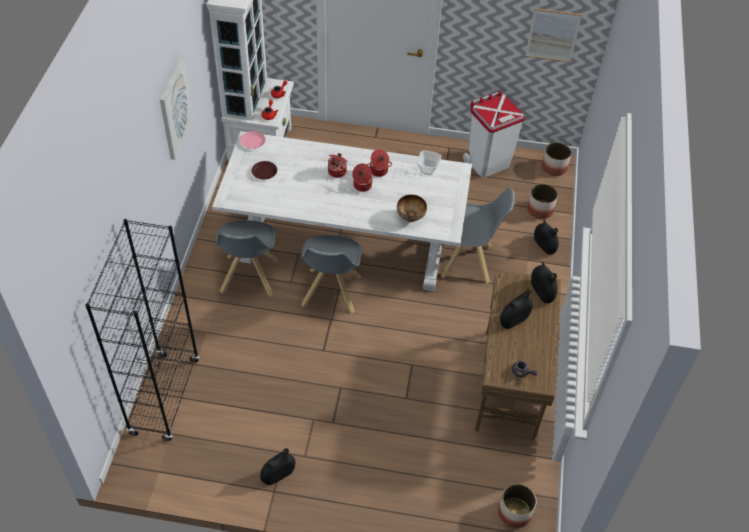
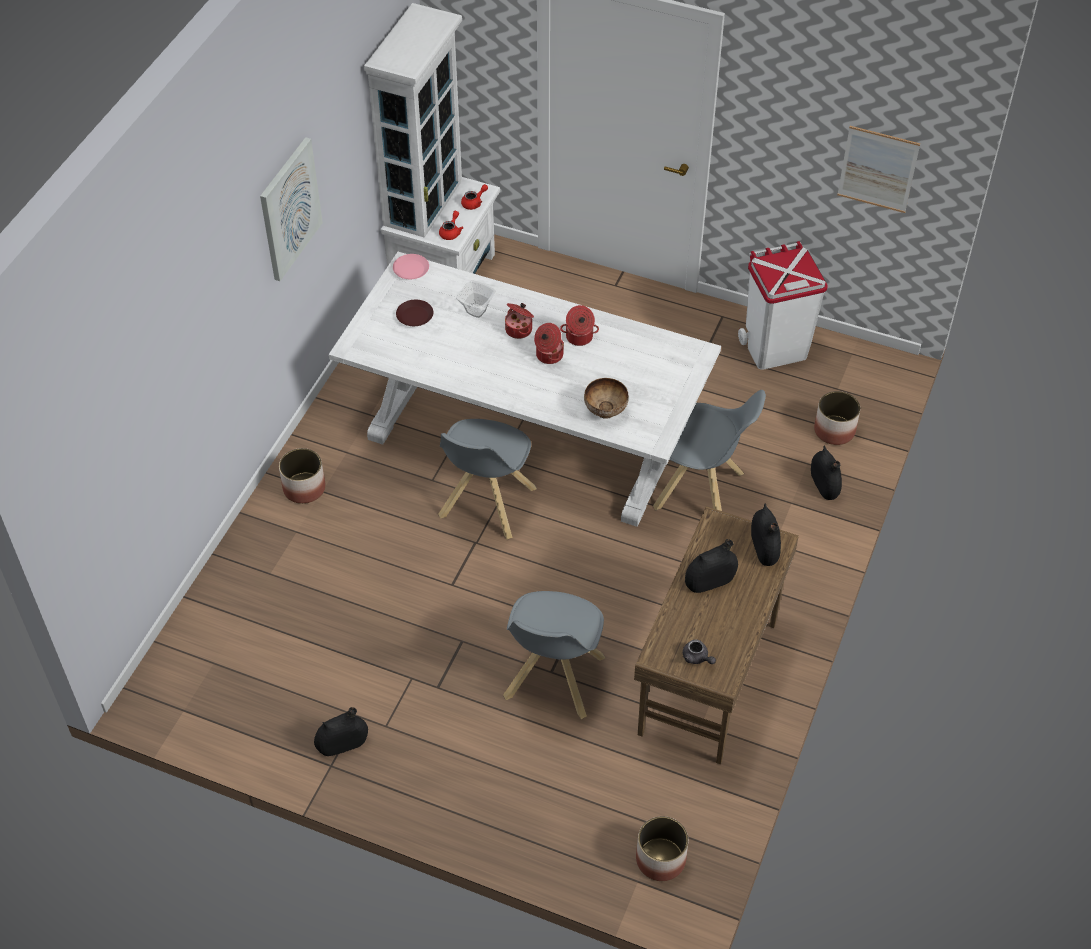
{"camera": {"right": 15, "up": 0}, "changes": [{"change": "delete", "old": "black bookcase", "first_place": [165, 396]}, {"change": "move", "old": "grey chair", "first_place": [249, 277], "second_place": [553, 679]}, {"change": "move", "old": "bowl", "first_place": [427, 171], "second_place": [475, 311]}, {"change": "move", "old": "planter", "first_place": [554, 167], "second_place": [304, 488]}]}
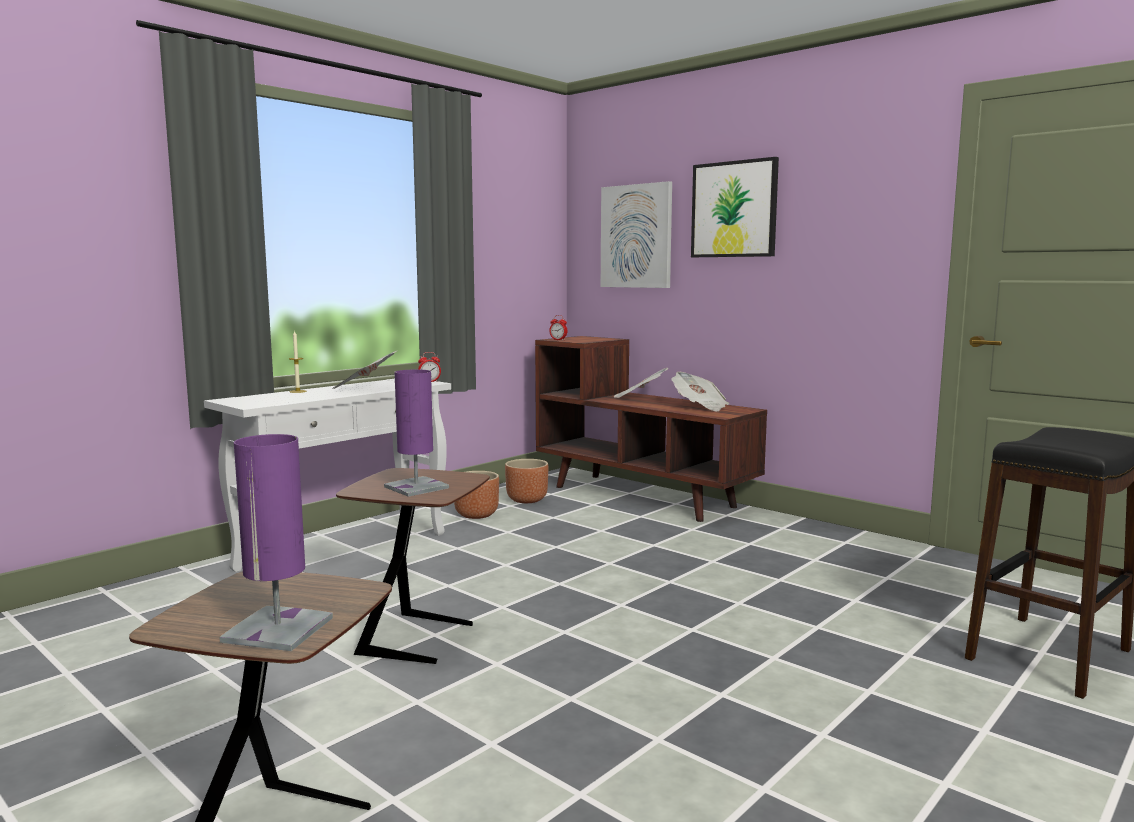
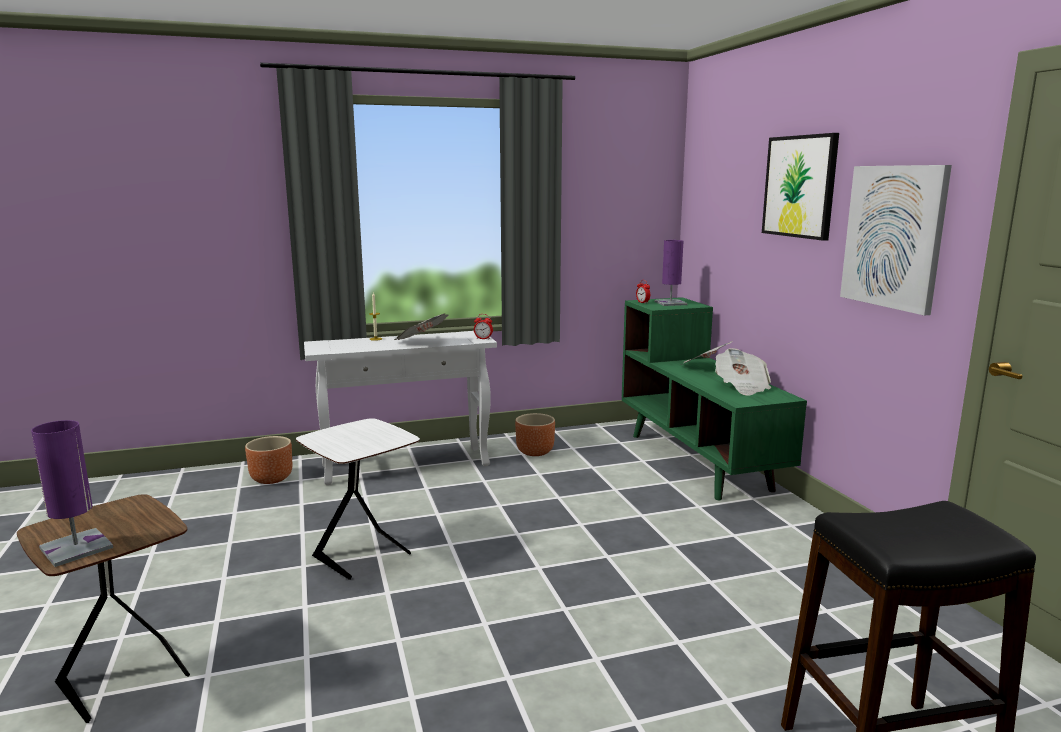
{"camera": {"right": 30, "up": 5}, "changes": [{"change": "move", "old": "purple table lamp", "first_place": [416, 487], "second_place": [670, 303]}, {"change": "move", "old": "brown planter", "first_place": [527, 500], "second_place": [272, 479]}, {"change": "move", "old": "picture", "first_place": [636, 236], "second_place": [893, 237]}, {"change": "recolor", "old": "brown side table", "new": "white side table", "first_place": [420, 639], "second_place": [365, 555]}, {"change": "recolor", "old": "brown tv stand", "new": "green tv stand", "first_place": [644, 496], "second_place": [699, 461]}]}
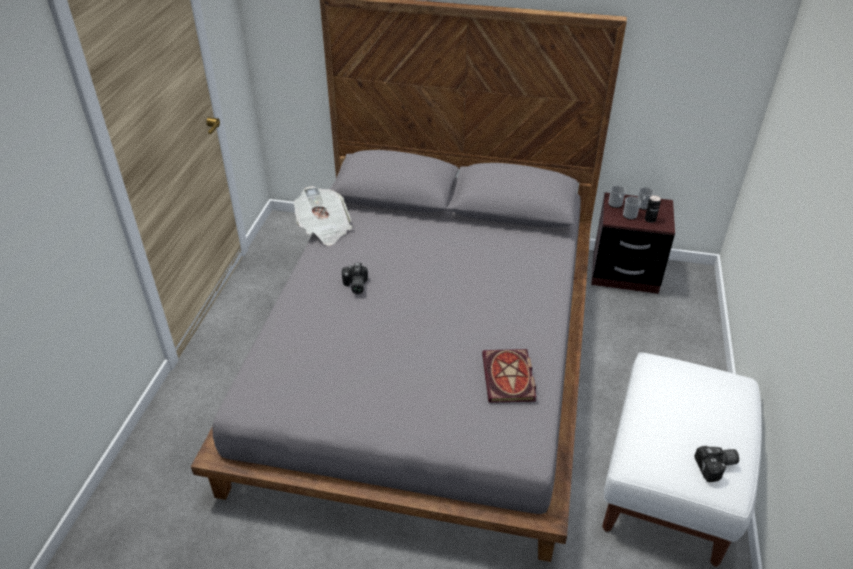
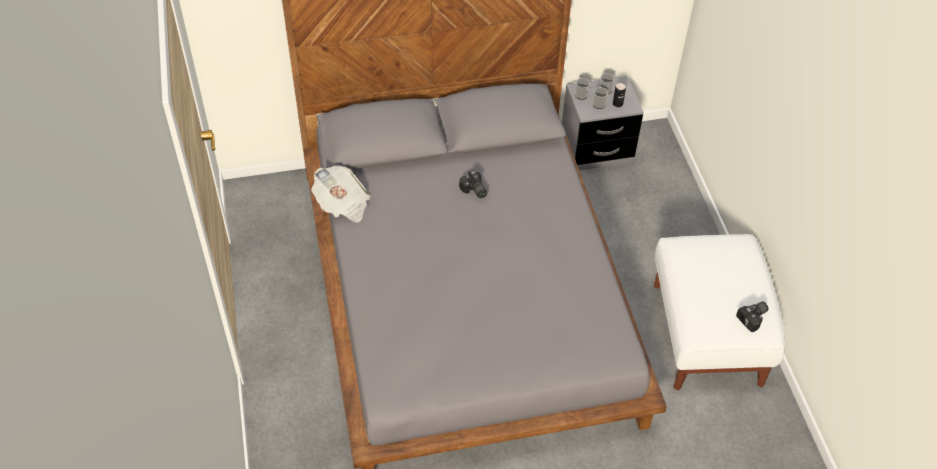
{"camera": {"right": -25, "up": 10}, "changes": [{"change": "delete", "old": "book", "first_place": [510, 379]}, {"change": "move", "old": "photo camera", "first_place": [354, 285], "second_place": [473, 191]}, {"change": "recolor", "old": "brown nightstand", "new": "grey nightstand", "first_place": [624, 273], "second_place": [596, 150]}]}
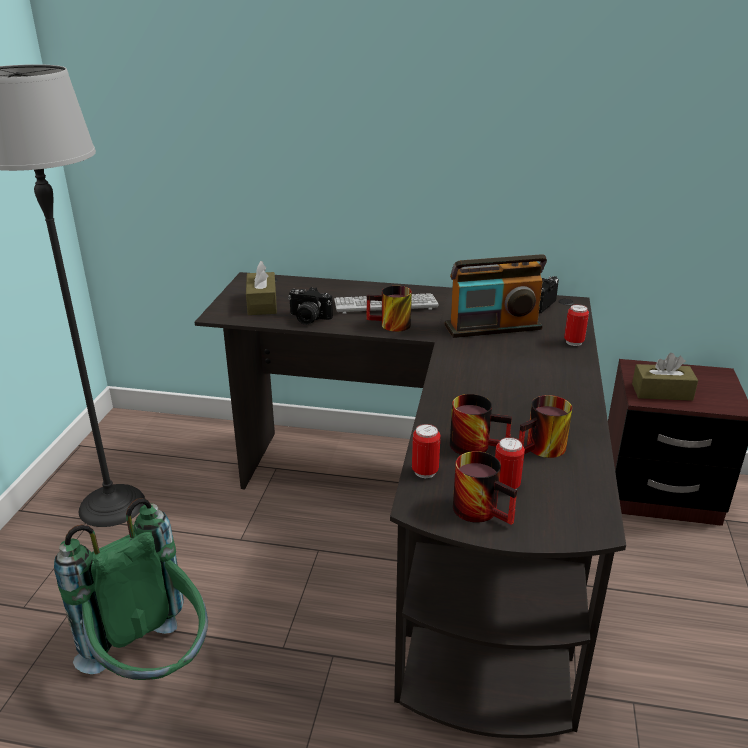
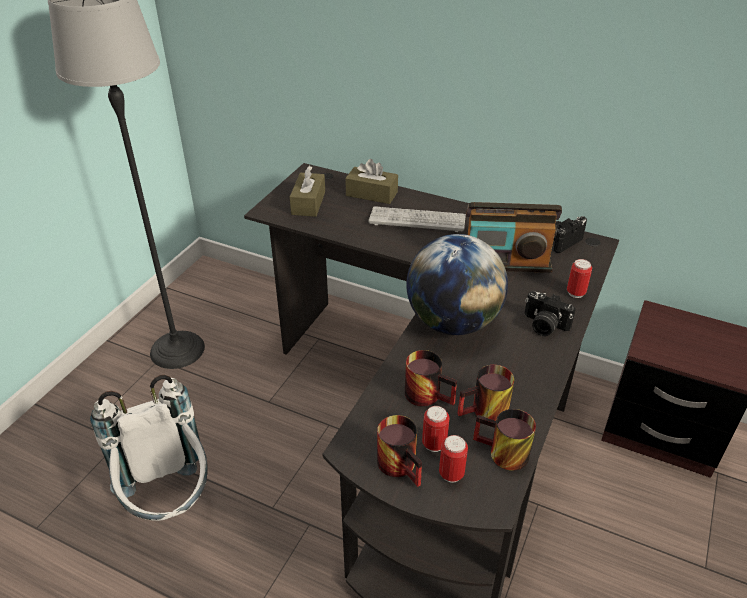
{"camera": {"right": 15, "up": 10}, "changes": [{"change": "insert", "new": "globe", "second_place": [452, 322]}, {"change": "move", "old": "photo camera", "first_place": [308, 319], "second_place": [544, 325]}, {"change": "move", "old": "mug", "first_place": [390, 325], "second_place": [501, 455]}, {"change": "move", "old": "can", "first_place": [425, 472], "second_place": [451, 474]}, {"change": "move", "old": "brown tissue box", "first_place": [662, 392], "second_place": [371, 194]}, {"change": "recolor", "old": "green backpack", "new": "white backpack", "first_place": [154, 668], "second_place": [169, 502]}]}
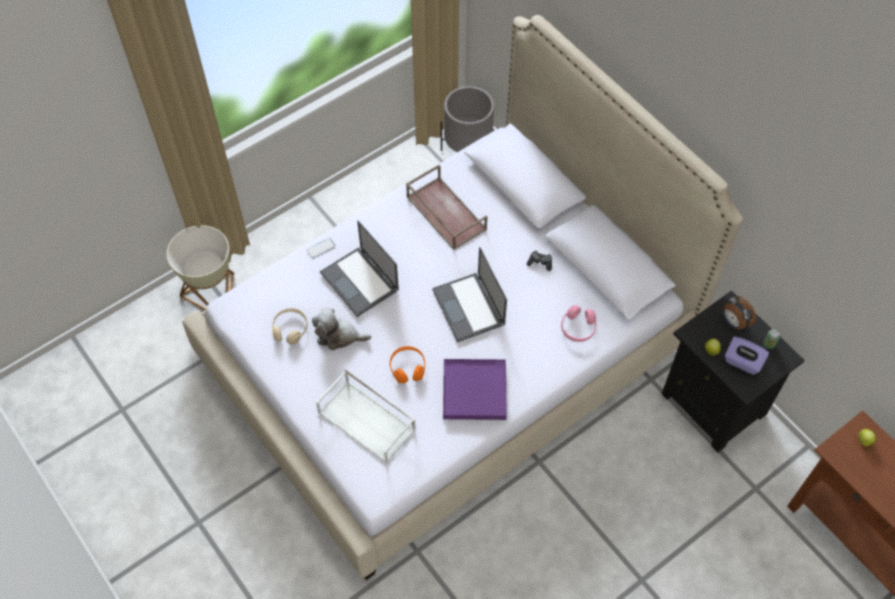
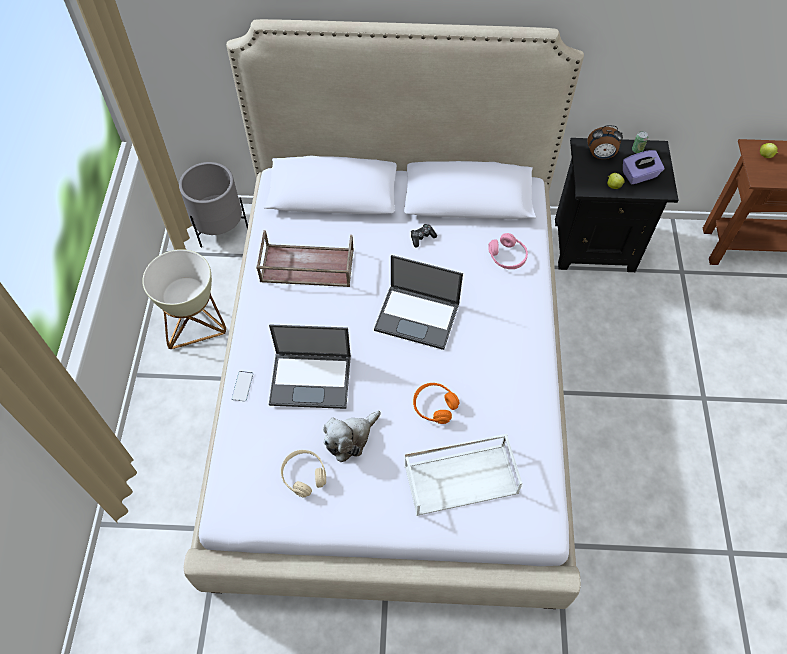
{"camera": {"right": -50, "up": 0}, "changes": [{"change": "delete", "old": "purple tray", "first_place": [474, 391]}, {"change": "move", "old": "planter", "first_place": [213, 297], "second_place": [196, 327]}]}
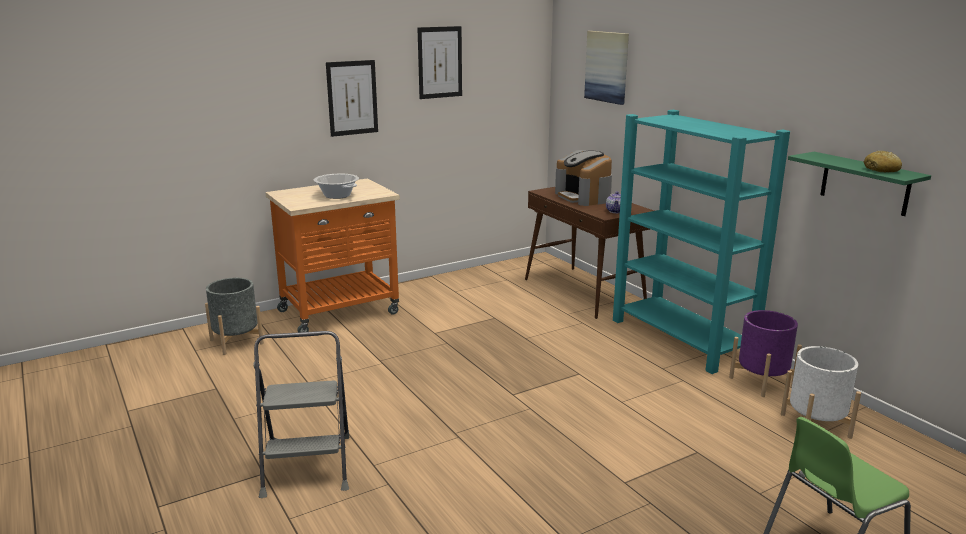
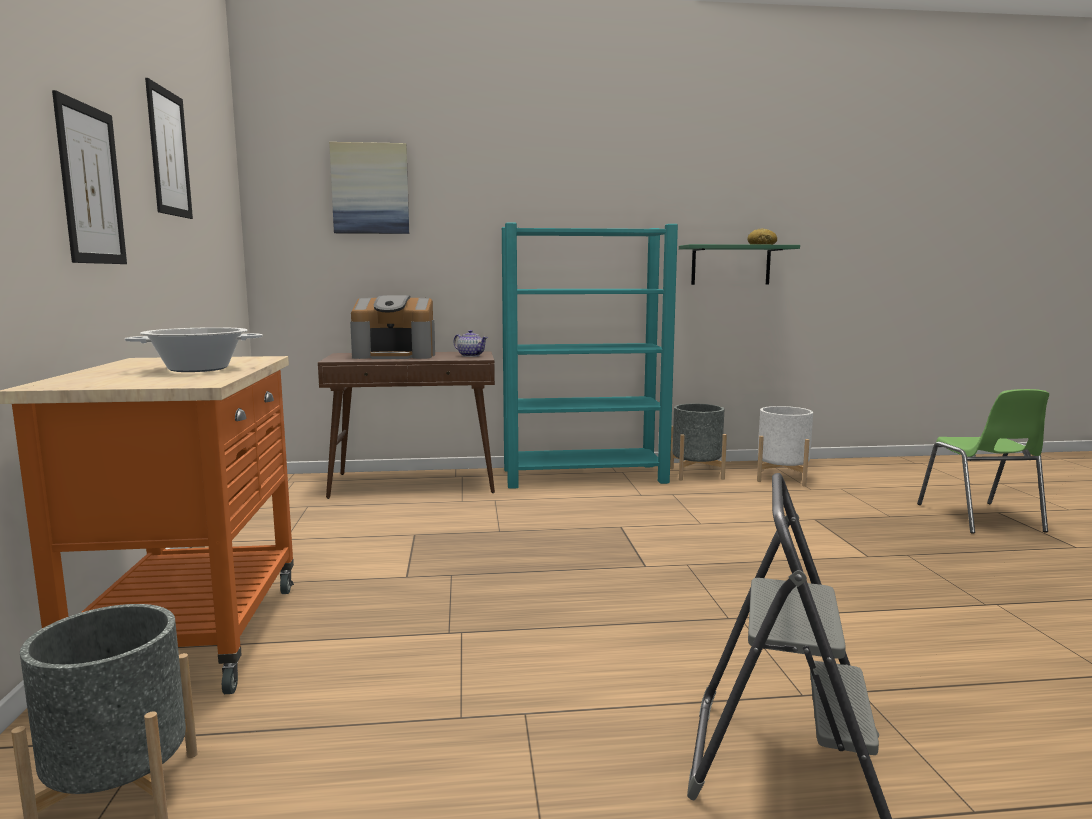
{"camera": {"right": -65, "up": -10}, "changes": [{"change": "recolor", "old": "purple planter", "new": "grey planter", "first_place": [761, 382], "second_place": [696, 473]}]}
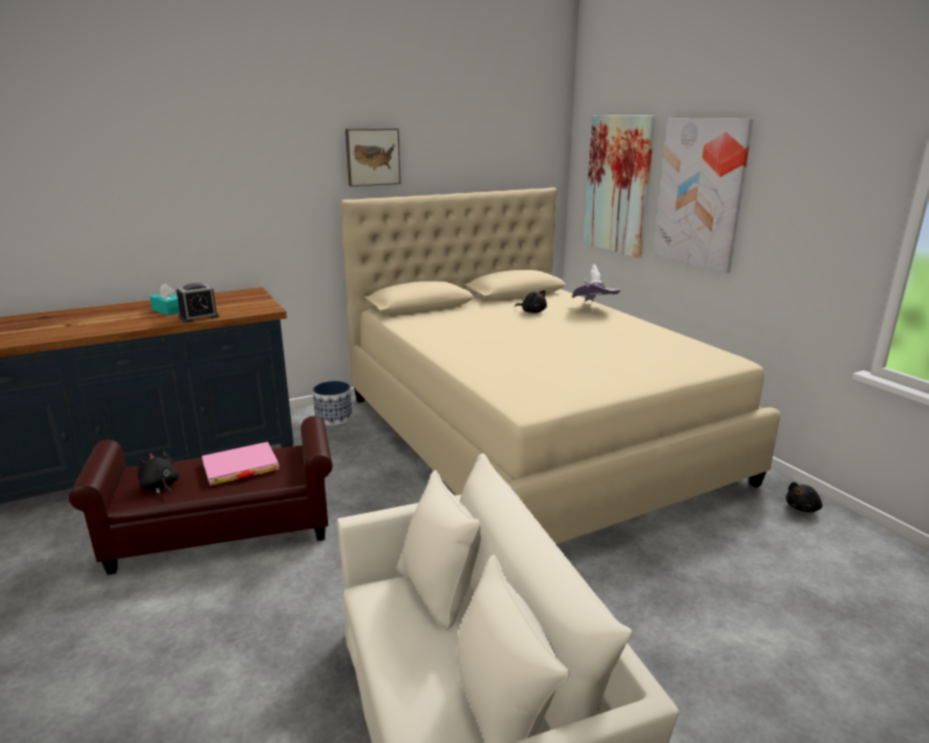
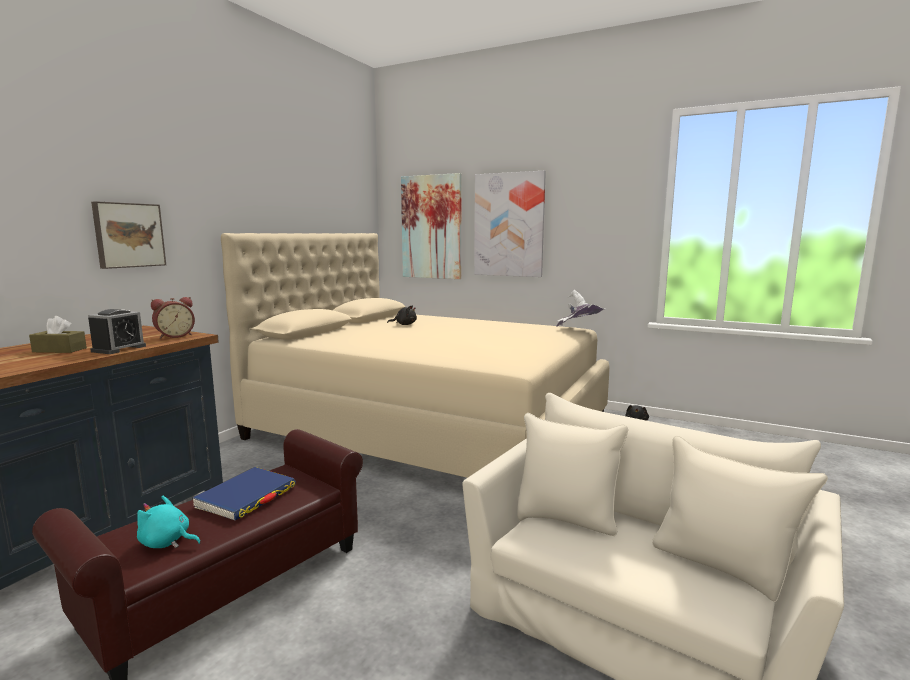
{"camera": {"right": -35, "up": -10}, "changes": [{"change": "delete", "old": "planter", "first_place": [333, 418]}, {"change": "insert", "new": "alarm clock", "second_place": [175, 336]}, {"change": "move", "old": "picture", "first_place": [372, 157], "second_place": [128, 235]}, {"change": "move", "old": "white hat", "first_place": [593, 310], "second_place": [579, 330]}, {"change": "recolor", "old": "black plush toy", "new": "turquoise plush toy", "first_place": [160, 486], "second_place": [167, 542]}, {"change": "recolor", "old": "turquoise tissue box", "new": "brown tissue box", "first_place": [168, 310], "second_place": [59, 350]}, {"change": "recolor", "old": "pink book", "new": "blue book", "first_place": [241, 467], "second_place": [246, 497]}]}
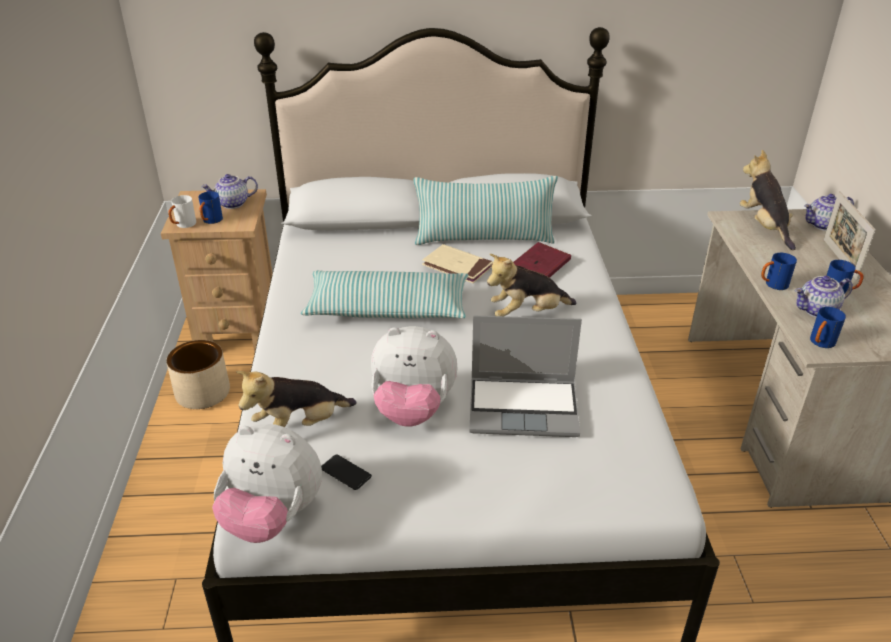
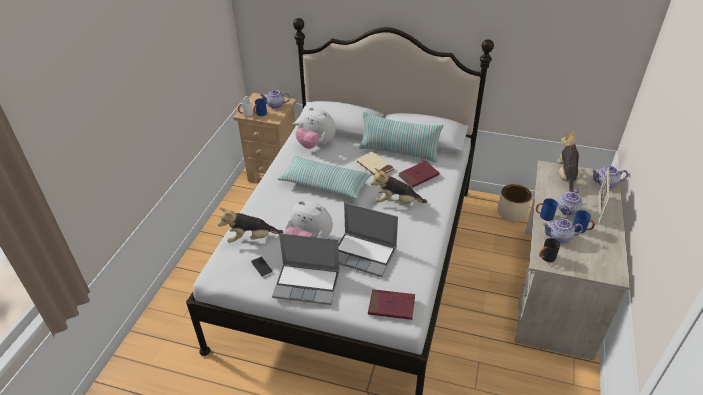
{"camera": {"right": 20, "up": 5}, "changes": [{"change": "insert", "new": "laptop", "second_place": [308, 284]}, {"change": "insert", "new": "red book", "second_place": [391, 306]}, {"change": "insert", "new": "teapot", "second_place": [568, 211]}, {"change": "move", "old": "beige planter", "first_place": [202, 393], "second_place": [511, 213]}, {"change": "move", "old": "plush toy", "first_place": [272, 517], "second_place": [316, 144]}, {"change": "recolor", "old": "blue mug", "new": "black mug", "first_place": [820, 343], "second_place": [545, 258]}]}
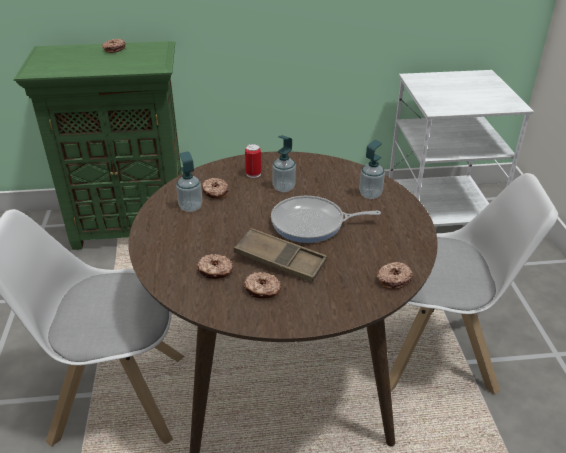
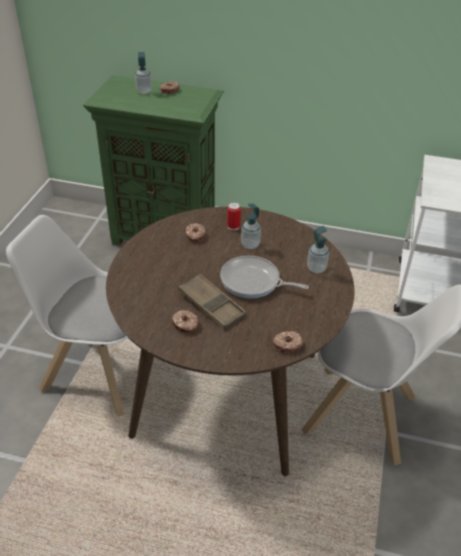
{"camera": {"right": 20, "up": 5}, "changes": [{"change": "delete", "old": "donut", "first_place": [215, 271]}, {"change": "move", "old": "soap dispenser", "first_place": [190, 207], "second_place": [144, 91]}]}
